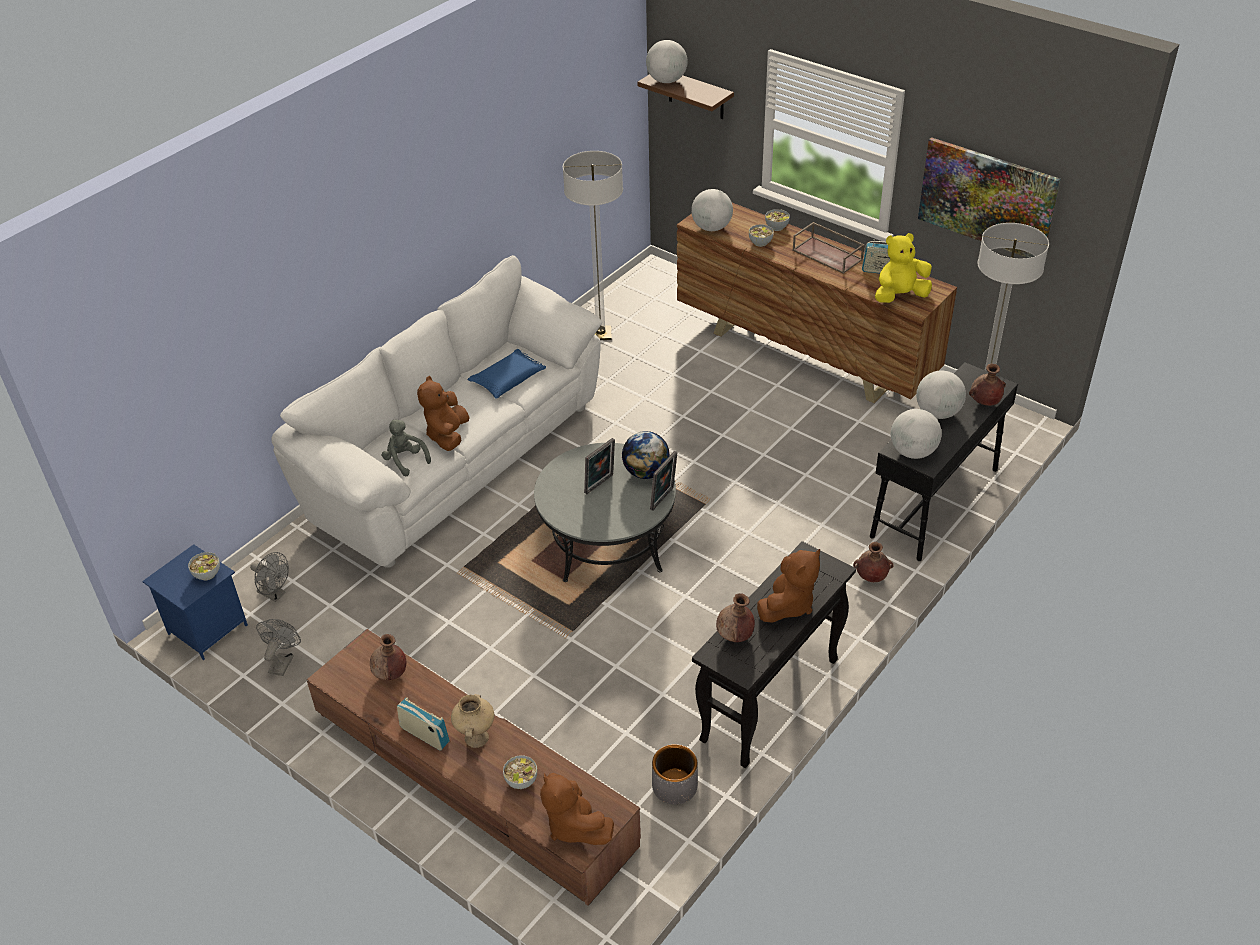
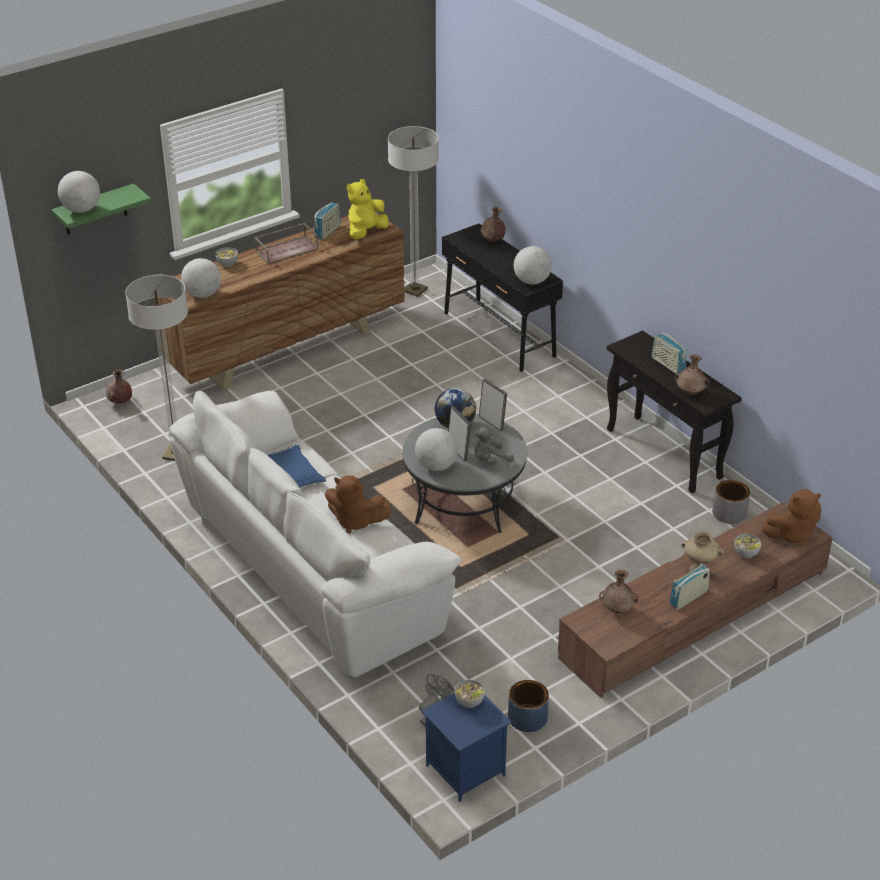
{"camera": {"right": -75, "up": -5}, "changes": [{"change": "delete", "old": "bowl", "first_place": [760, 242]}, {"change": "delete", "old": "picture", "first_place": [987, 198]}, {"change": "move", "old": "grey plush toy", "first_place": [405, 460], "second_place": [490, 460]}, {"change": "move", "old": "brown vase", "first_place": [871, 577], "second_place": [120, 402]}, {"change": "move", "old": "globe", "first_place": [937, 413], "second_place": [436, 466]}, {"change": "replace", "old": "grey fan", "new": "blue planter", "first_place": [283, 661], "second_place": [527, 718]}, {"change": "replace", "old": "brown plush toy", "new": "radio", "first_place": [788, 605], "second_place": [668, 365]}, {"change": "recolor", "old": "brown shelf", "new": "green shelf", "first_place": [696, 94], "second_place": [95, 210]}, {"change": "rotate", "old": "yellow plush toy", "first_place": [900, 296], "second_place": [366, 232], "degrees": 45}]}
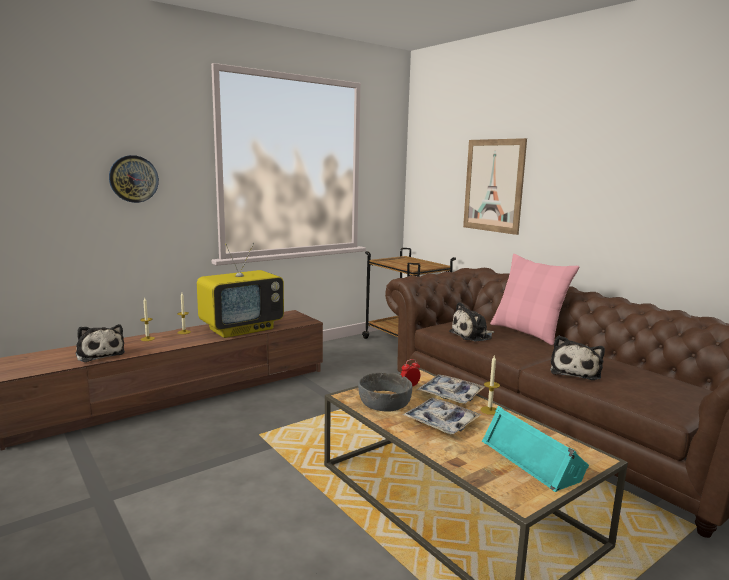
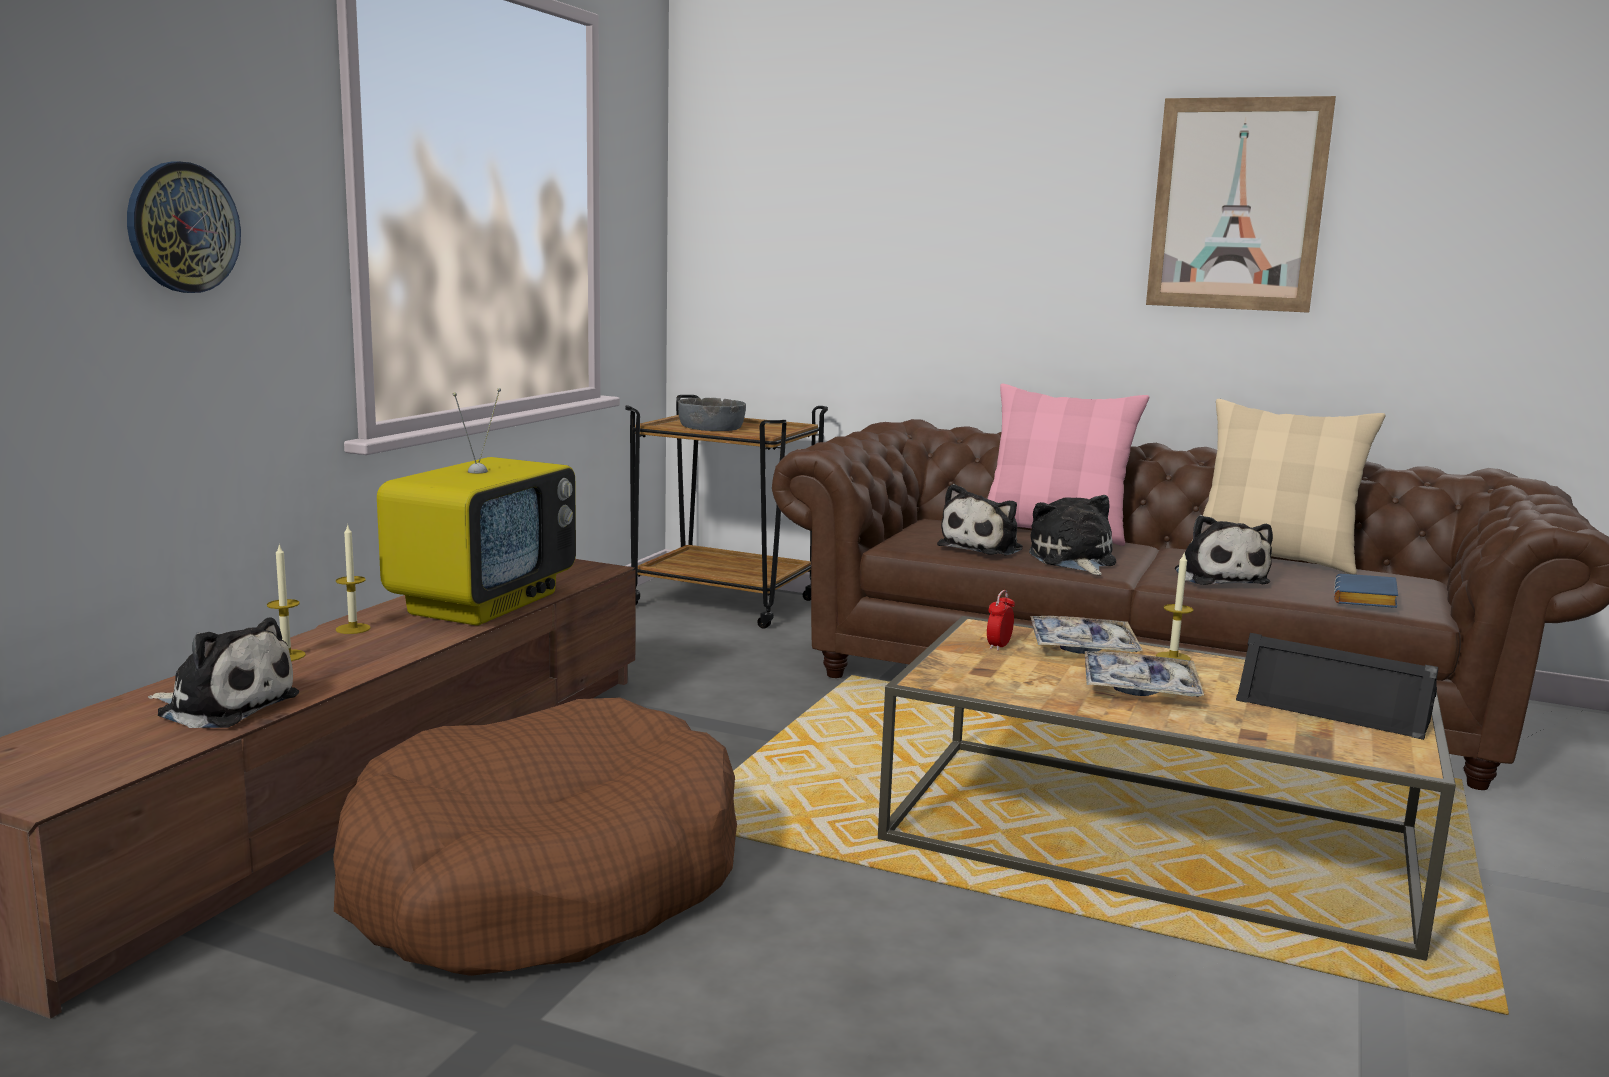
{"camera": {"right": -30, "up": 0}, "changes": [{"change": "insert", "new": "brown dog bed", "second_place": [544, 881]}, {"change": "insert", "new": "plush toy", "second_place": [1073, 560]}, {"change": "insert", "new": "beige pillow", "second_place": [1274, 557]}, {"change": "insert", "new": "blue book", "second_place": [1367, 600]}, {"change": "move", "old": "grey bowl", "first_place": [384, 401], "second_place": [711, 427]}, {"change": "move", "old": "picture", "first_place": [493, 185], "second_place": [1237, 205]}, {"change": "recolor", "old": "turquoise speaker", "new": "black speaker", "first_place": [532, 459], "second_place": [1333, 707]}]}
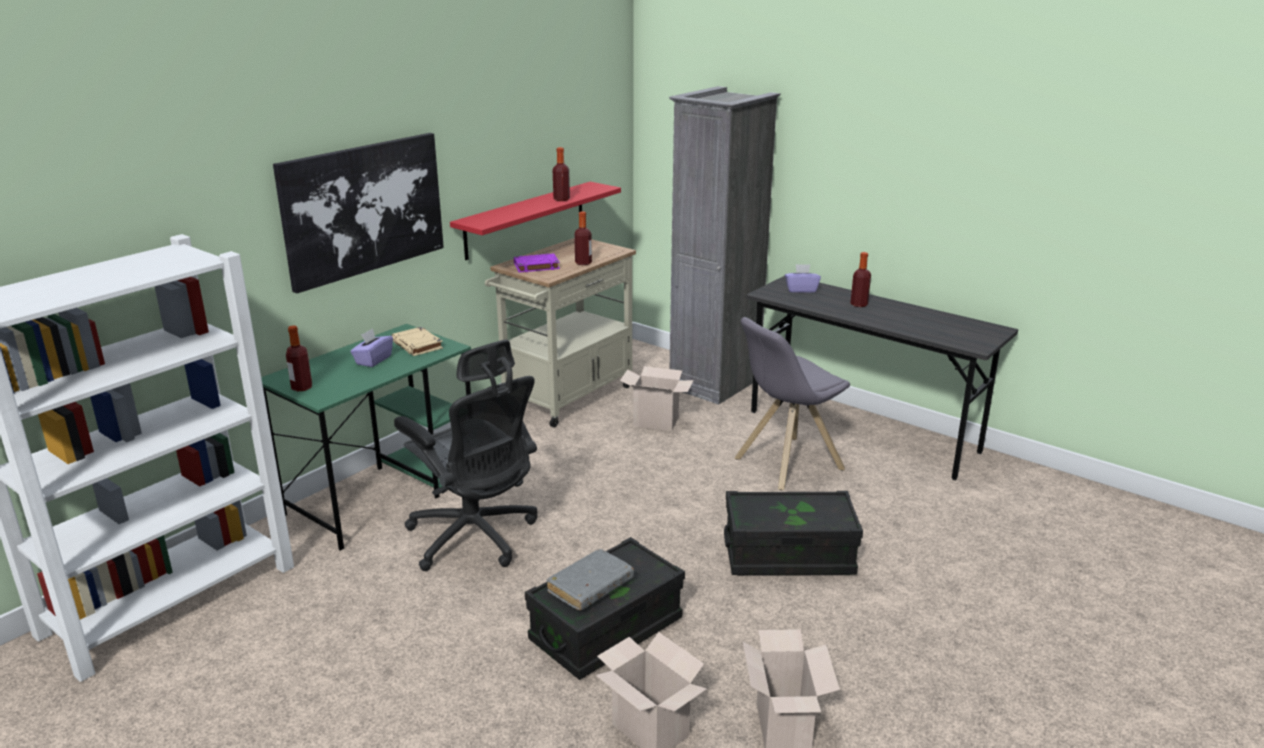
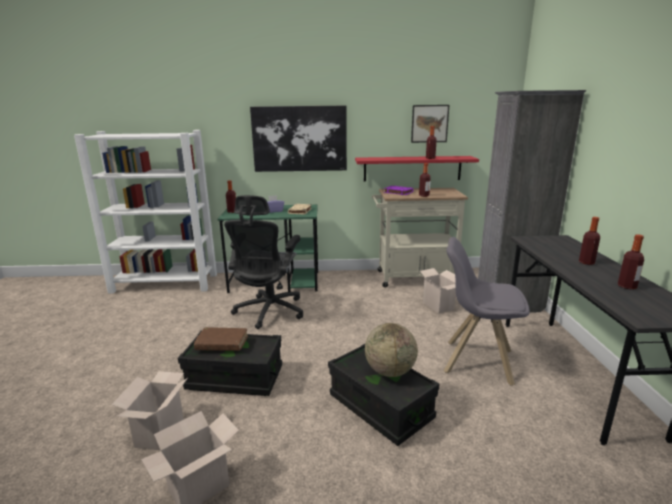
{"camera": {"right": 50, "up": -5}, "changes": [{"change": "delete", "old": "purple tissue box", "first_place": [801, 289]}, {"change": "insert", "new": "globe", "second_place": [390, 371]}, {"change": "insert", "new": "picture", "second_place": [429, 123]}, {"change": "insert", "new": "bottle", "second_place": [627, 286]}, {"change": "recolor", "old": "grey book", "new": "brown book", "first_place": [590, 587], "second_place": [222, 344]}]}
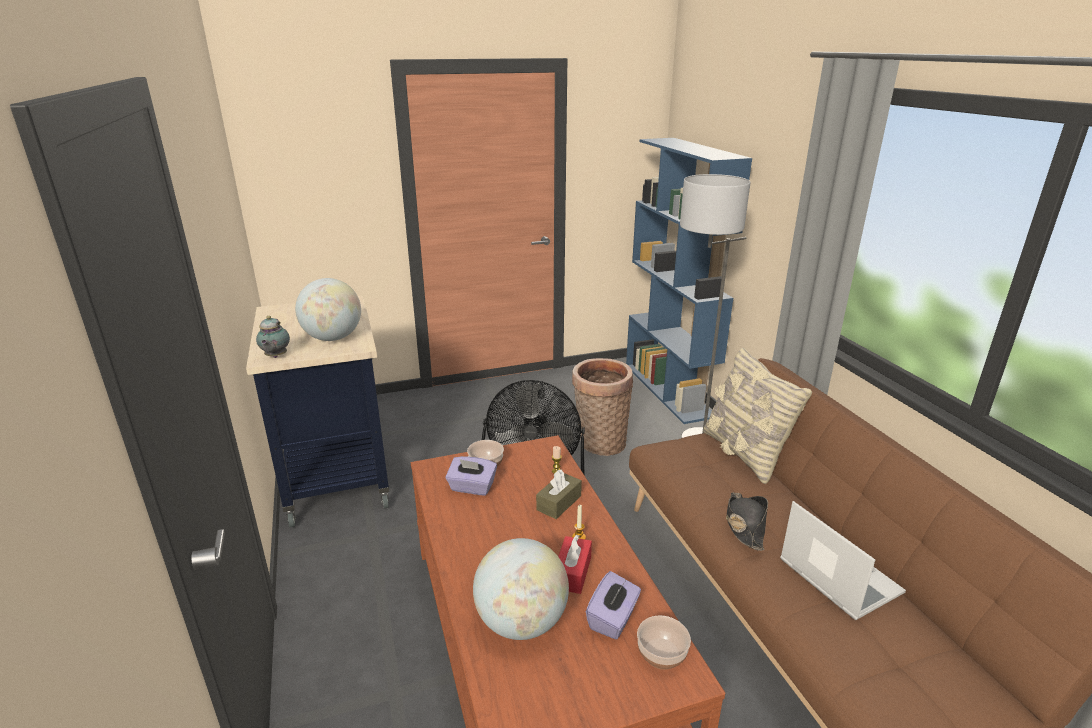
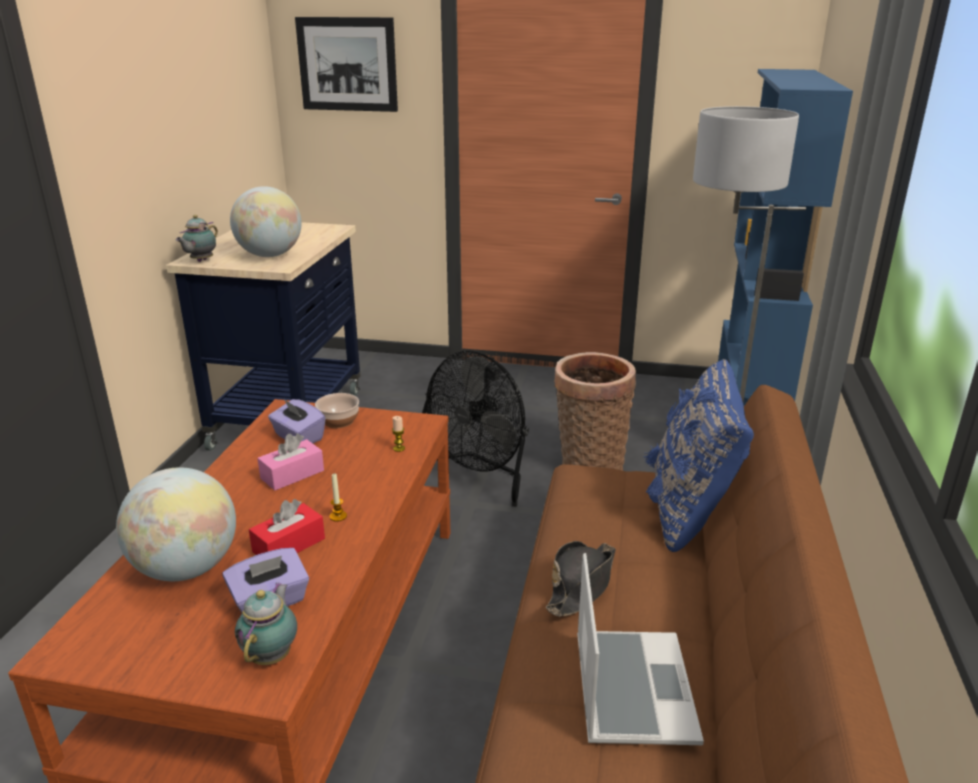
{"camera": {"right": 30, "up": 0}, "changes": [{"change": "delete", "old": "brown tissue box", "first_place": [559, 503]}, {"change": "insert", "new": "pink tissue box", "second_place": [292, 474]}, {"change": "insert", "new": "picture", "second_place": [347, 64]}, {"change": "replace", "old": "bowl", "new": "teapot", "first_place": [662, 654], "second_place": [272, 655]}, {"change": "recolor", "old": "beige pillow", "new": "blue pillow", "first_place": [743, 454], "second_place": [686, 510]}]}
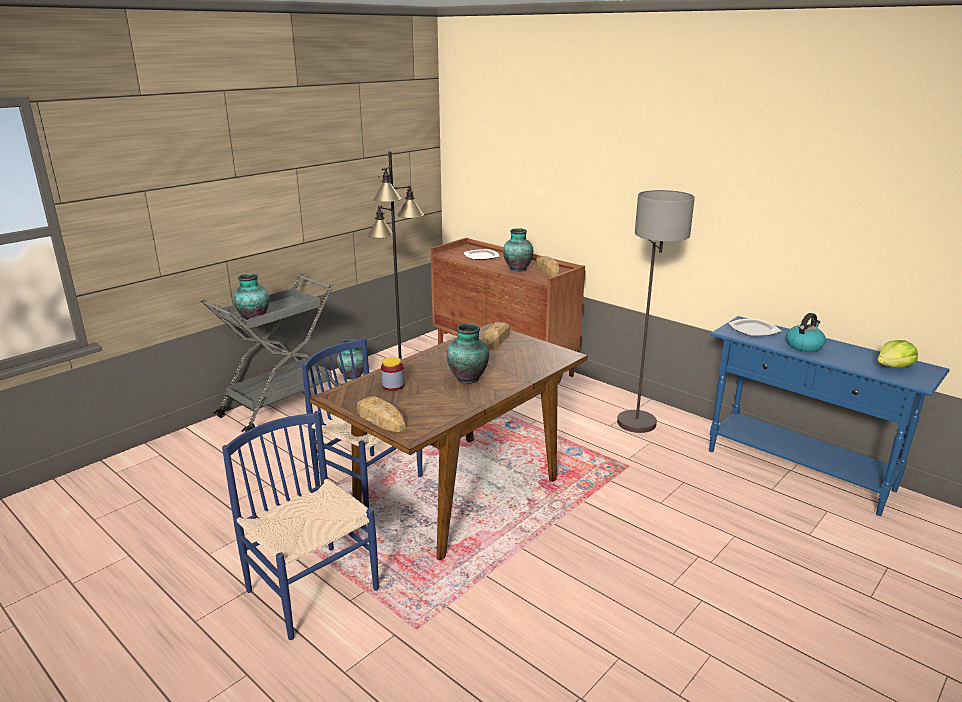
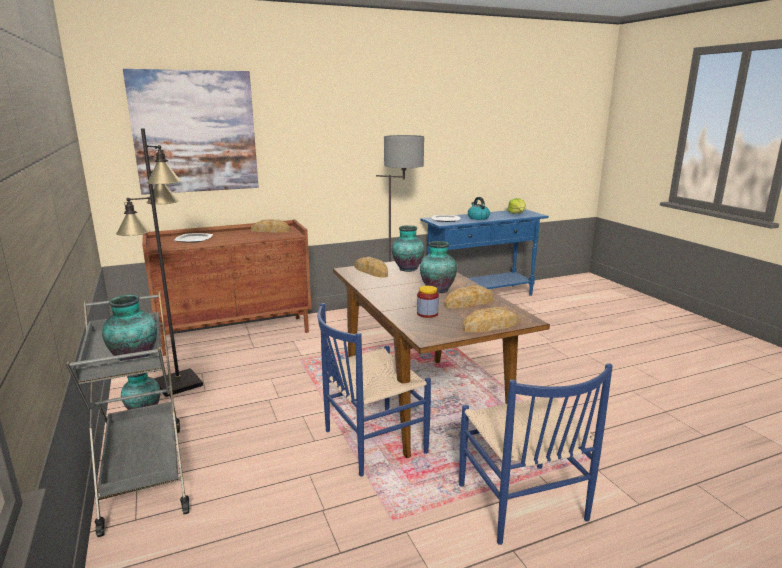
{"camera": {"right": -65, "up": -5}, "changes": [{"change": "insert", "new": "picture", "second_place": [195, 132]}, {"change": "insert", "new": "bread", "second_place": [468, 302]}, {"change": "move", "old": "vase", "first_place": [517, 269], "second_place": [407, 269]}, {"change": "rotate", "old": "blue chair", "first_place": [310, 587], "second_place": [524, 506], "degrees": -90}]}
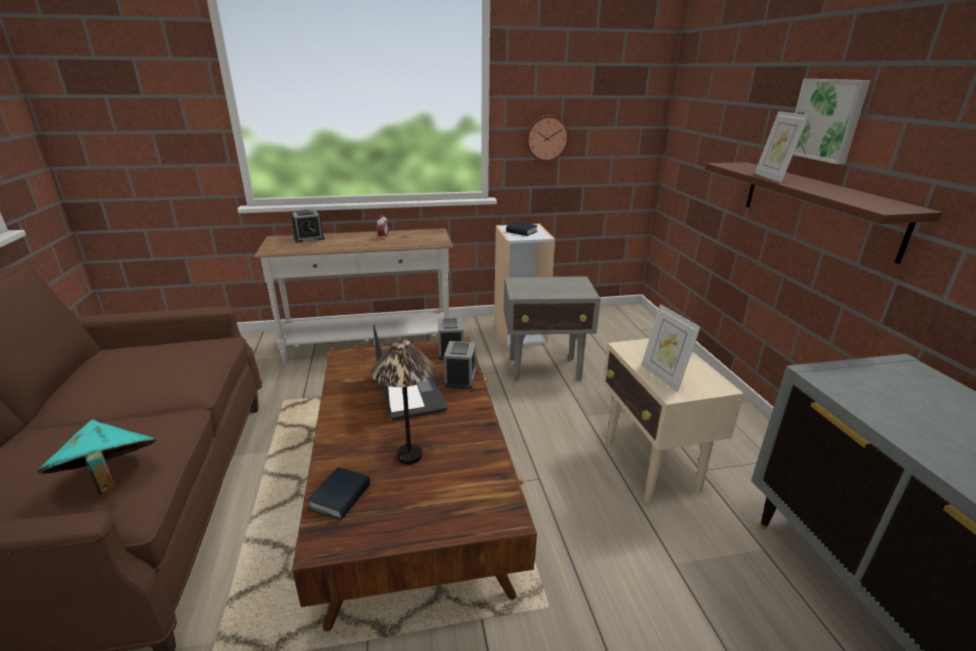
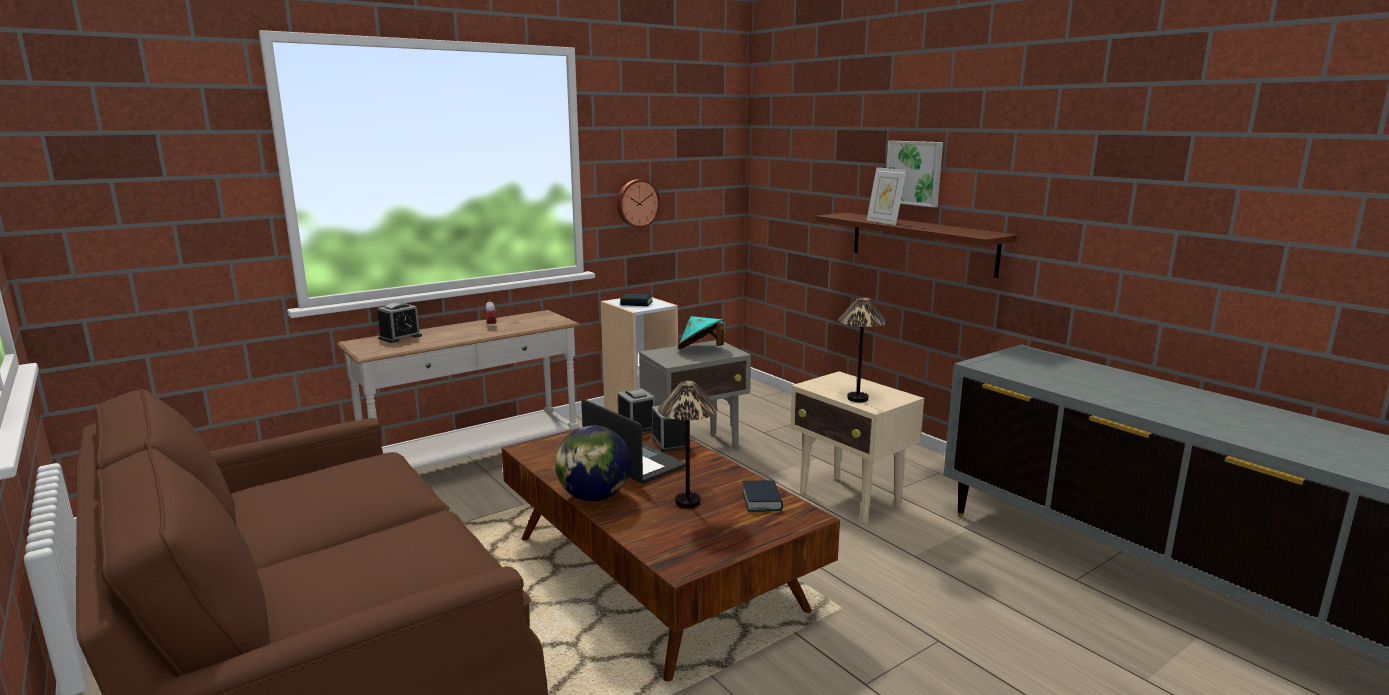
{"camera": {"right": -25, "up": -10}, "changes": [{"change": "insert", "new": "globe", "second_place": [594, 497]}, {"change": "move", "old": "turquoise hat", "first_place": [108, 479], "second_place": [701, 350]}, {"change": "move", "old": "book", "first_place": [340, 498], "second_place": [762, 501]}, {"change": "replace", "old": "picture frame", "new": "table lamp", "first_place": [663, 377], "second_place": [858, 399]}]}
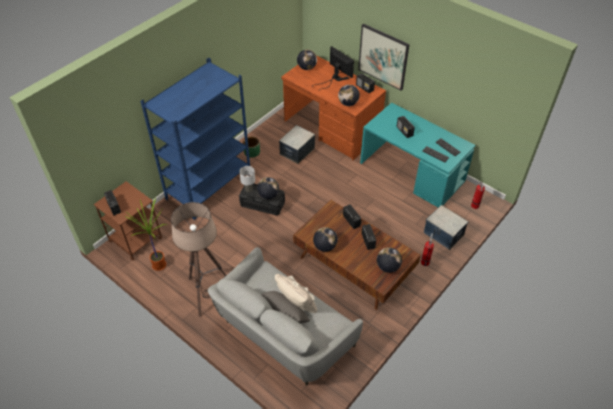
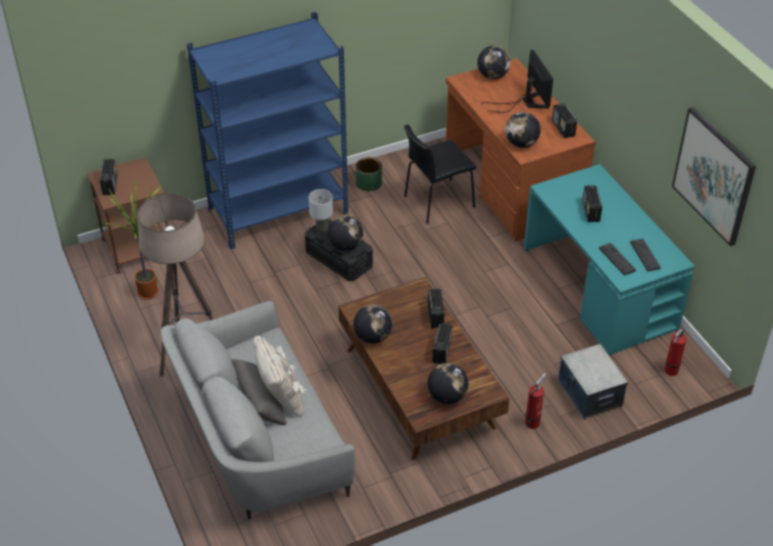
{"camera": {"right": 25, "up": -5}, "changes": [{"change": "move", "old": "picture", "first_place": [383, 56], "second_place": [714, 176]}, {"change": "replace", "old": "storage box", "new": "black chair", "first_place": [297, 151], "second_place": [436, 202]}]}
